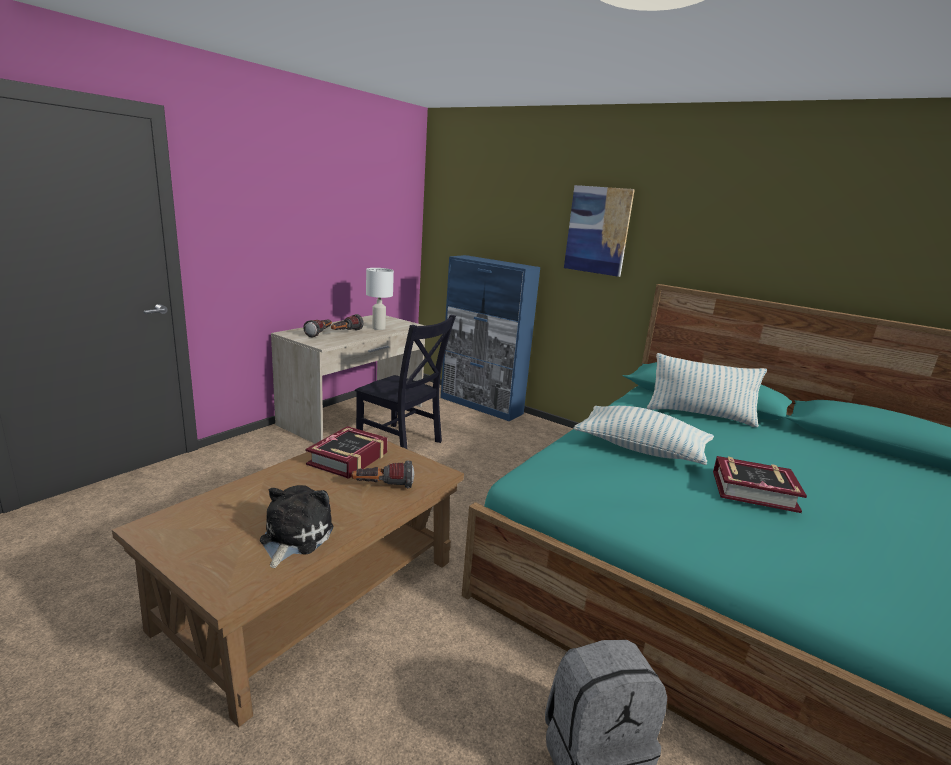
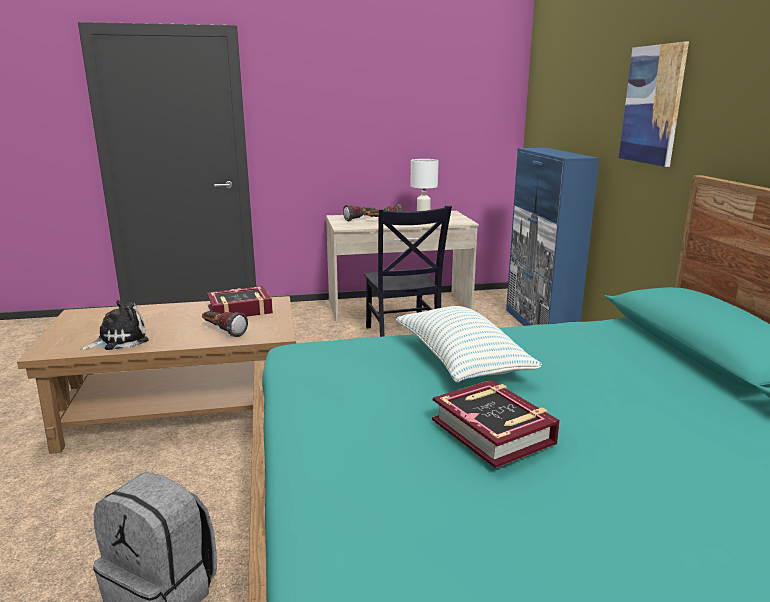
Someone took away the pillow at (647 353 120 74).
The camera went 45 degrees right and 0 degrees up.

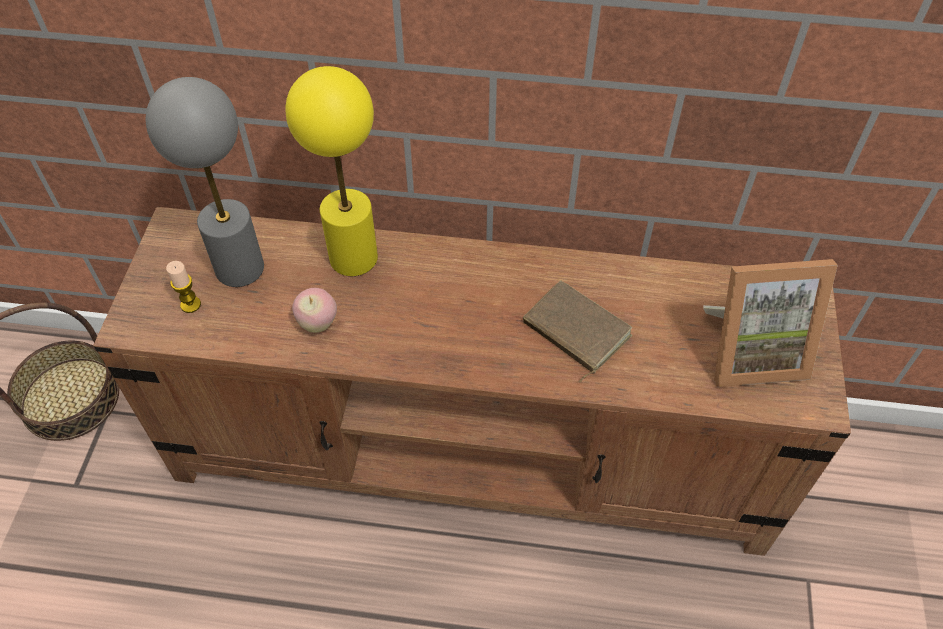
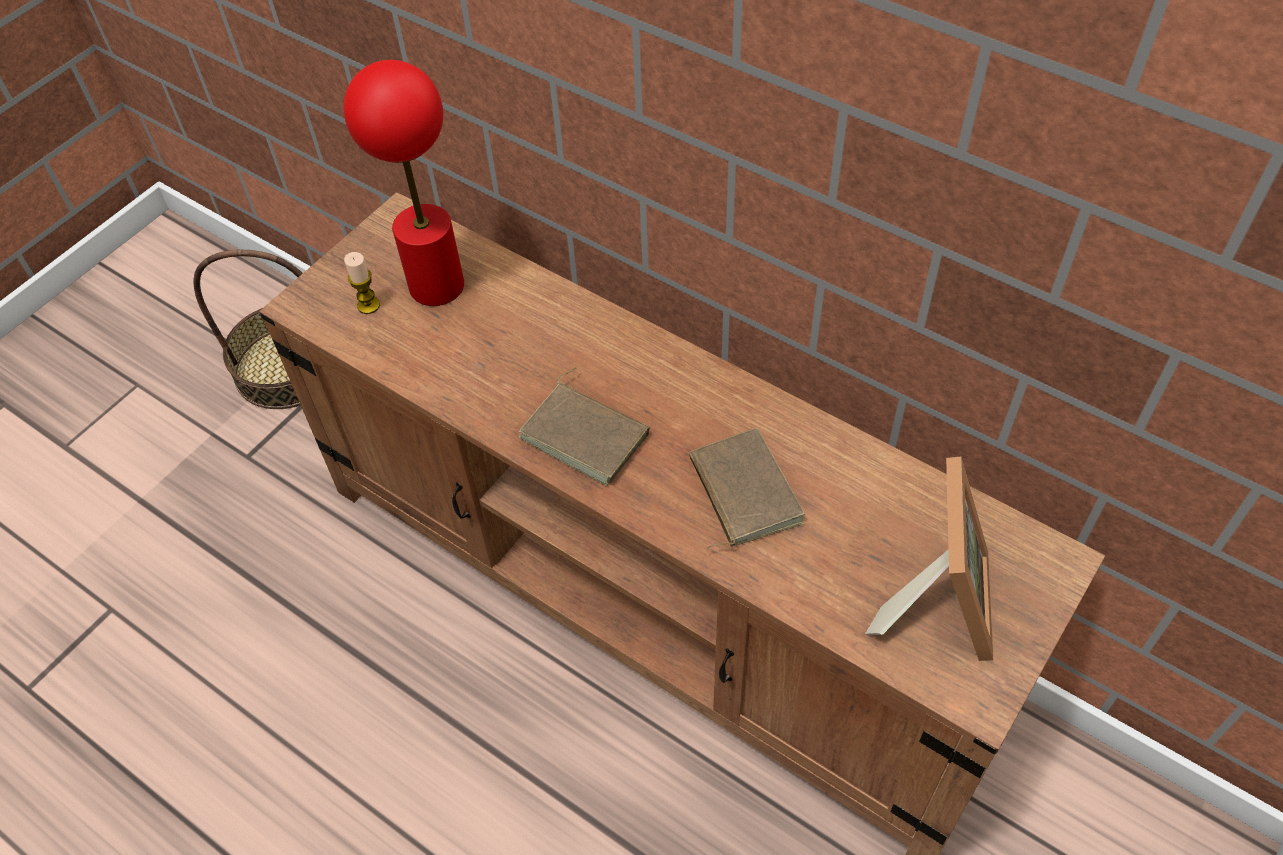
Someone took away the table lamp (yellow) at (285 66 93 210).
Someone repainted the table lamp (grey) at (146 77 118 210), which became the table lamp (red) at (344 60 120 246).
Someone rotated the picture frame at (703 259 135 128) by 105 degrees counterclockwise.
Someone took away the apple at (292 288 45 45).
Someone put down the book (brown) at (519 367 131 119).
The camera went 30 degrees right and 0 degrees up.

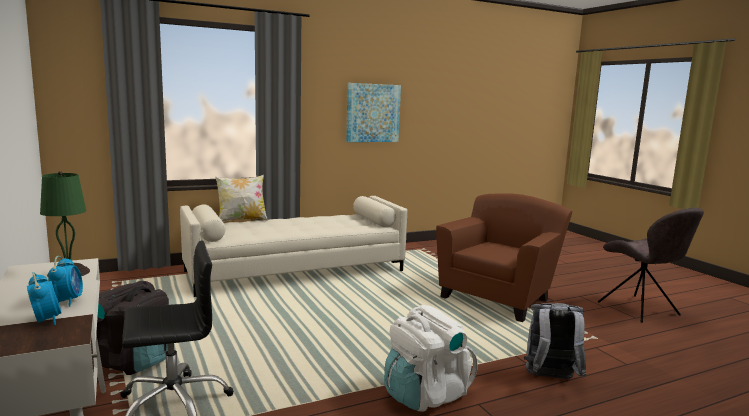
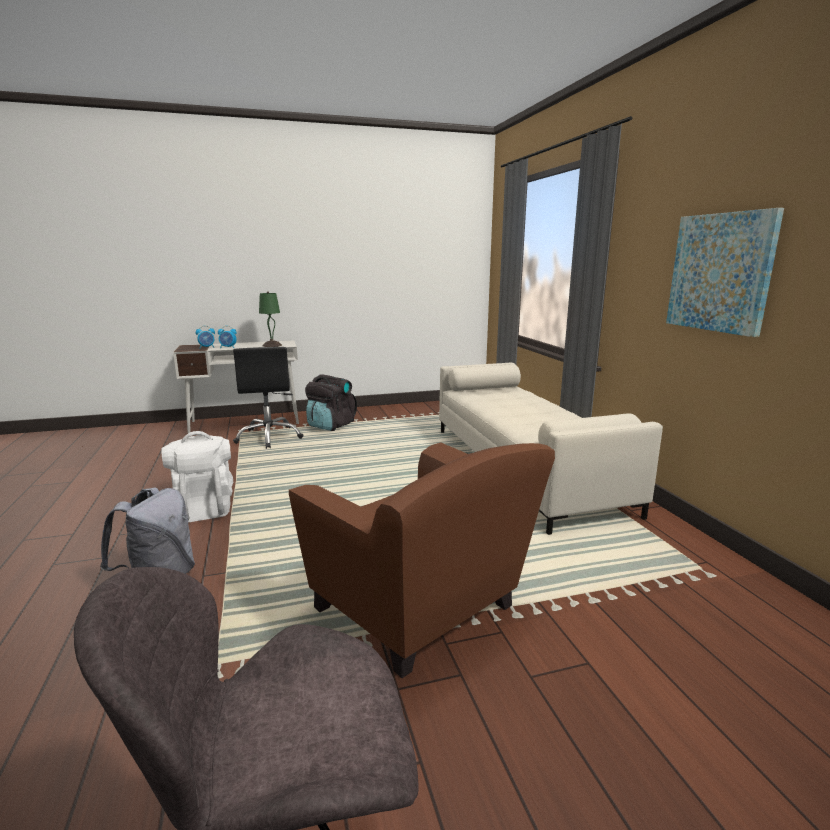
Someone took away the pillow at (215 175 53 47).
The camera went 100 degrees right and 5 degrees up.

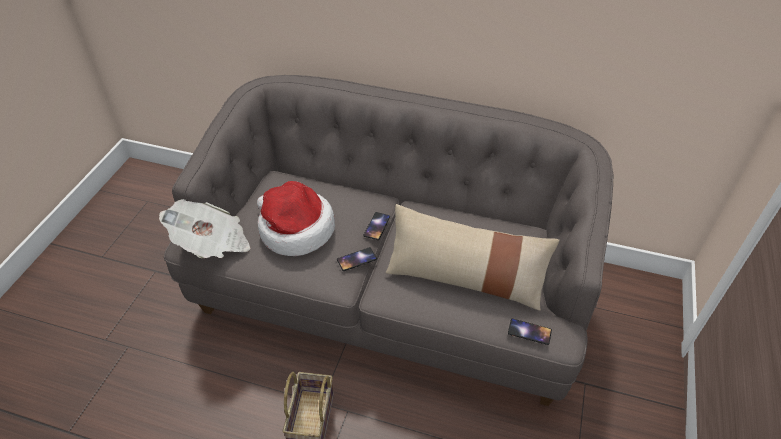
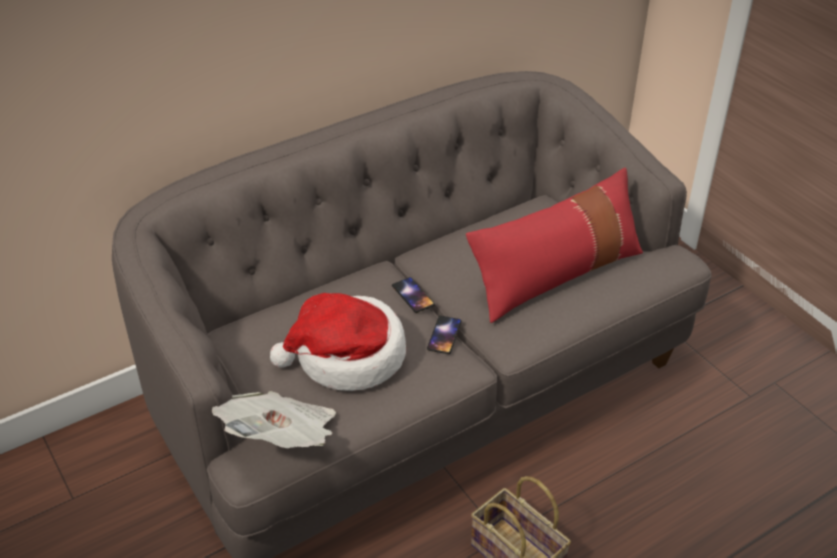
Someone repainted the pillow (beige) at (386 204 173 107), which became the pillow (red) at (466 168 177 155).
Someone took away the phone at (508 319 44 26).
The camera went 50 degrees left and 5 degrees down.

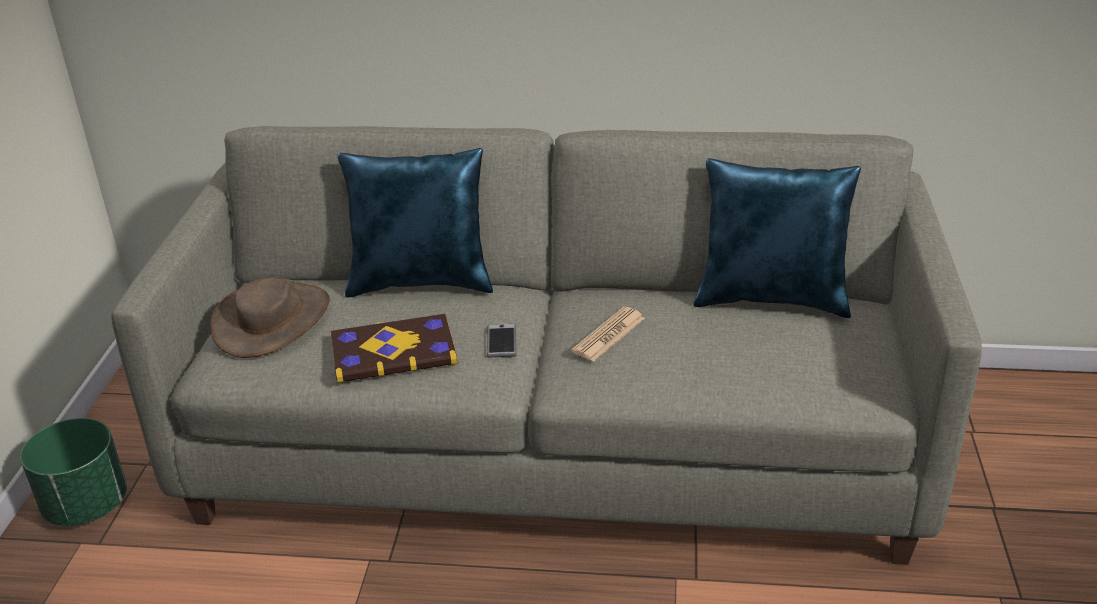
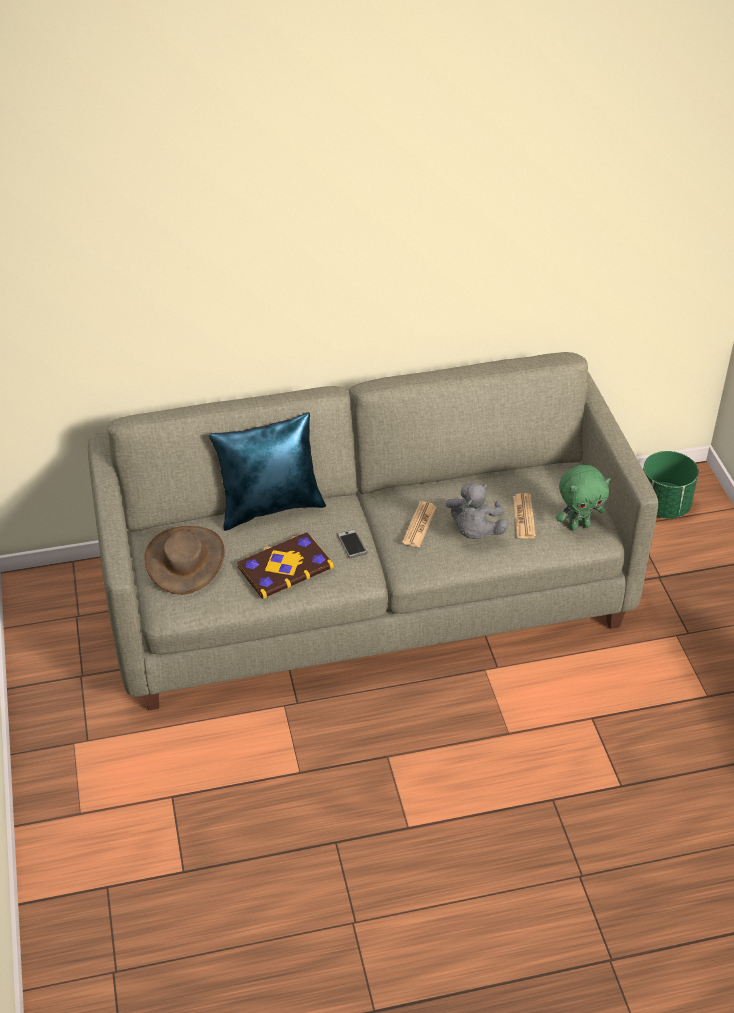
Someone took away the pillow (blue) at (694 158 167 160).
Someone carried the planter (green) from (20 418 107 108) to (643 451 56 67).
Someone put down the plush toy (green) at (556 465 55 66).
Someone put down the plush toy (grey) at (446 483 62 56).
Someone put down the newspaper at (513 493 23 45).
The camera went 20 degrees left and 10 degrees up.

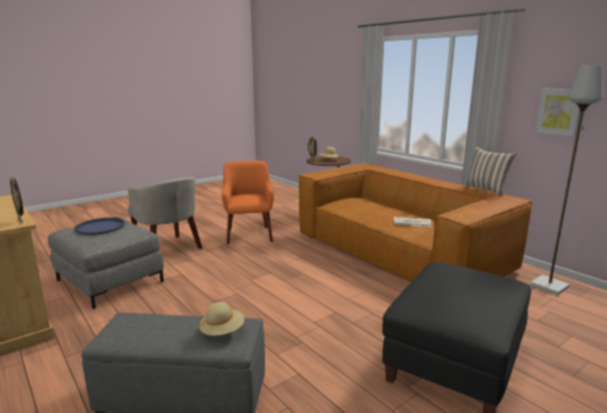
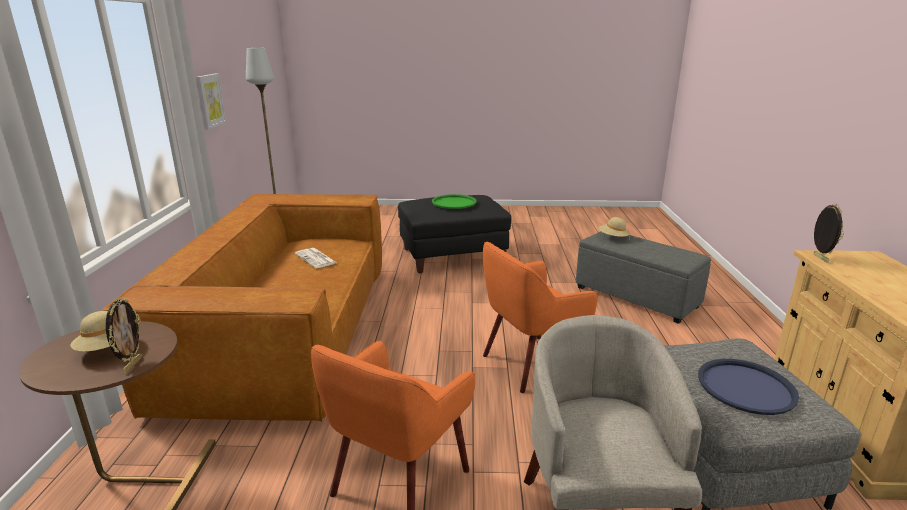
Someone took away the pillow at (464 147 53 49).
Someone put down the tray (green) at (432 194 45 15).
Someone put down the armchair (orange) at (483 242 115 151).
The camera went 140 degrees left and 5 degrees up.

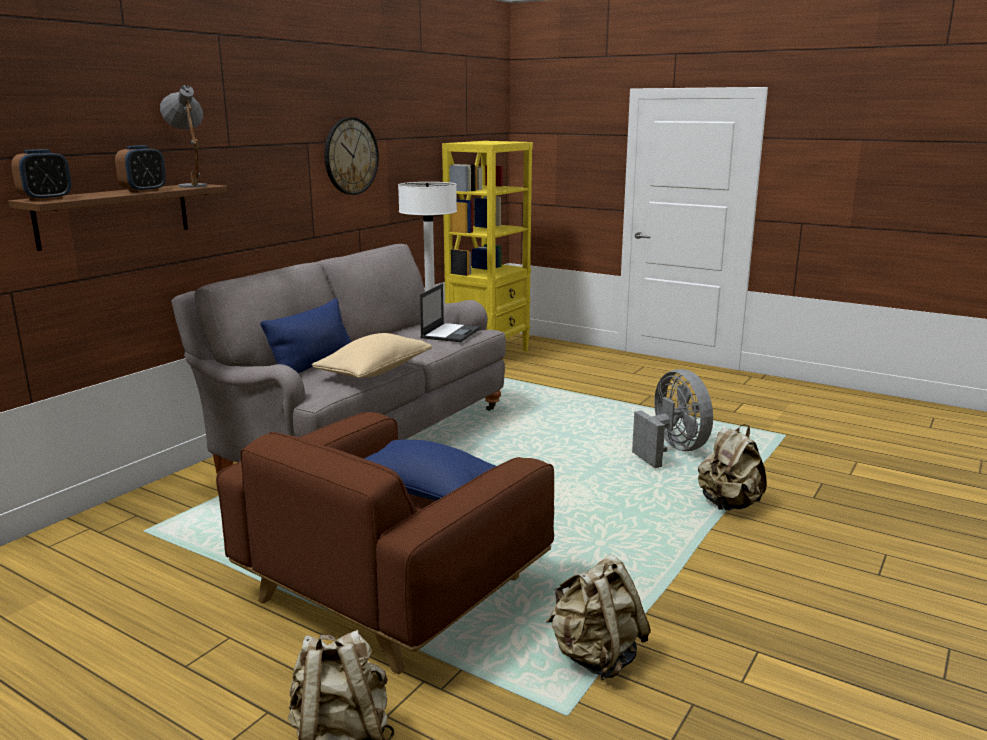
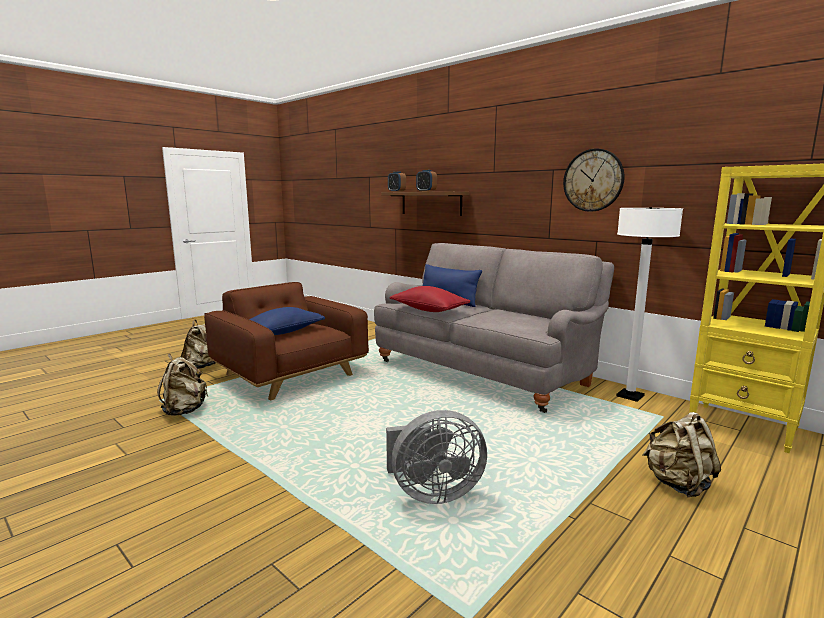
Someone took away the table lamp (grey) at (160 85 47 103).
Someone took away the laptop at (420 283 61 59).
Someone repainted the pillow (beige) at (312 333 120 45), which became the pillow (red) at (390 286 80 26).
Someone carried the backpack (beige) from (698 424 68 87) to (642 412 79 85).
The camera went 100 degrees right and 5 degrees down.

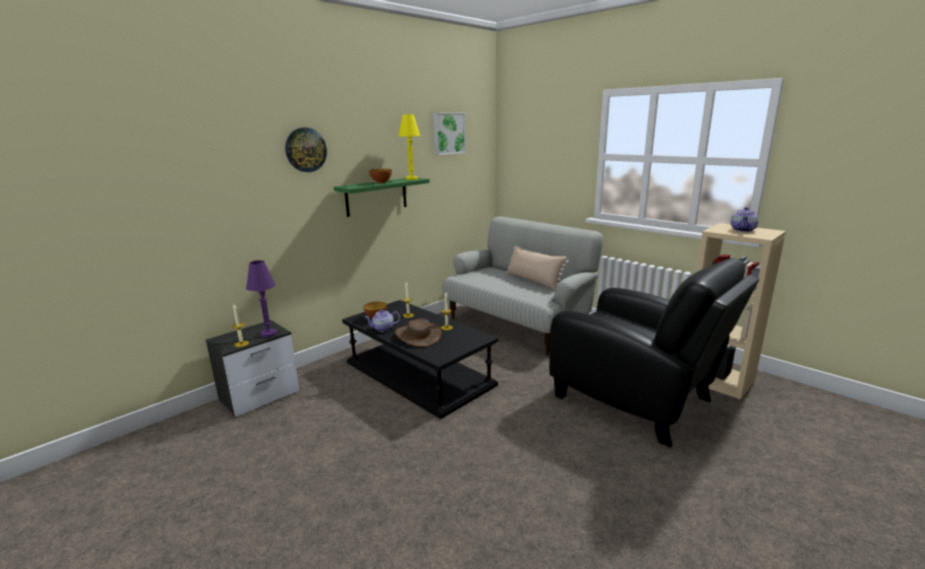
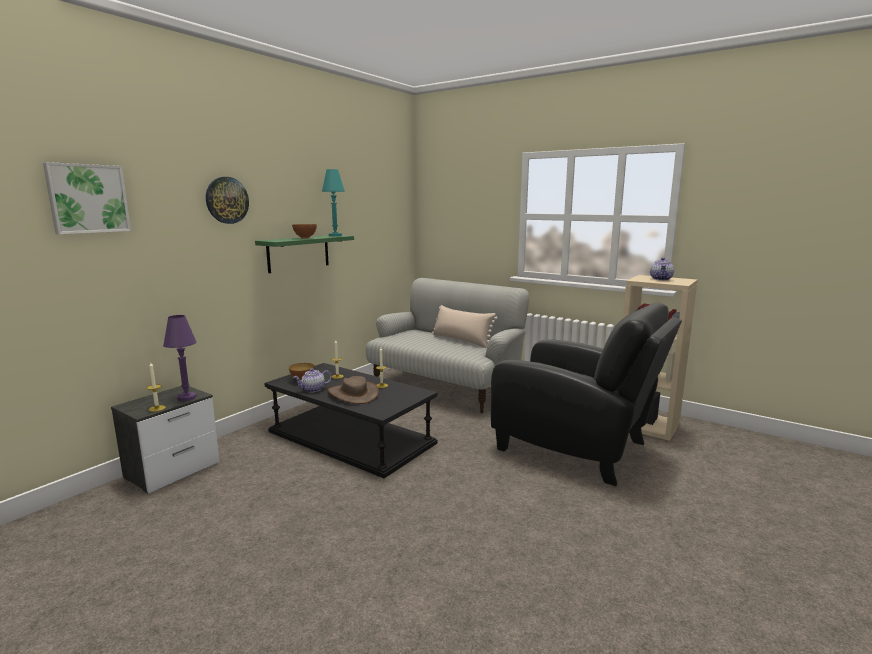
Someone carried the picture from (433 113 33 42) to (43 162 88 72).
Someone repainted the table lamp (yellow) at (398 114 22 66), which became the table lamp (turquoise) at (322 169 23 67).
The camera went 10 degrees left and 5 degrees down.

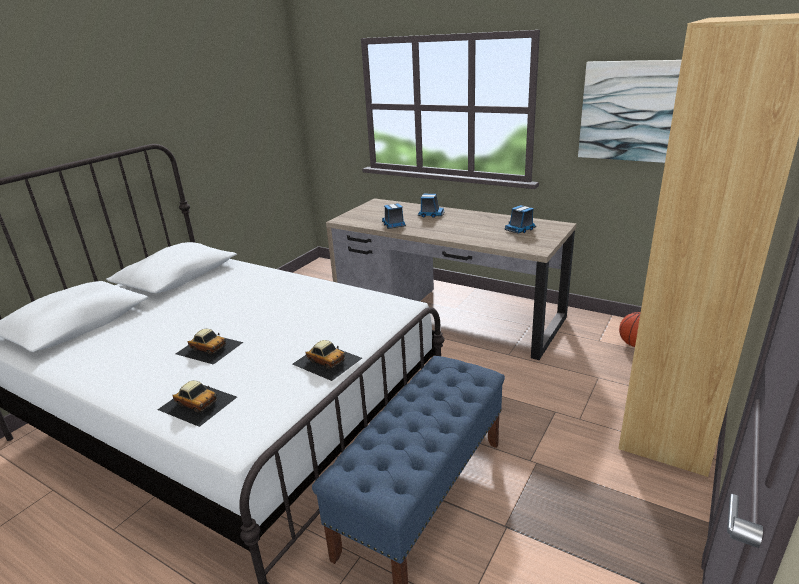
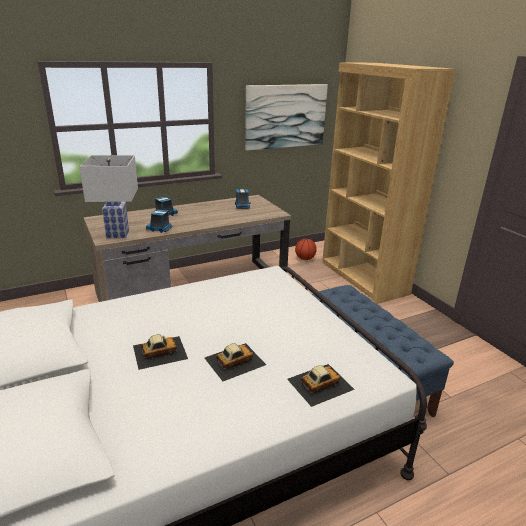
Someone carried the toy car from (292 340 70 41) to (133 334 55 36).
Someone put down the table lamp (white) at (79 155 59 84).
The camera went 60 degrees left and 0 degrees up.

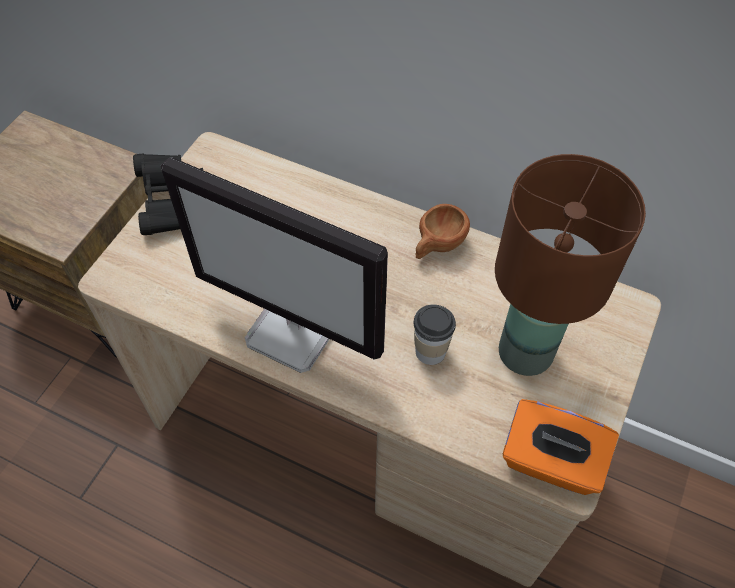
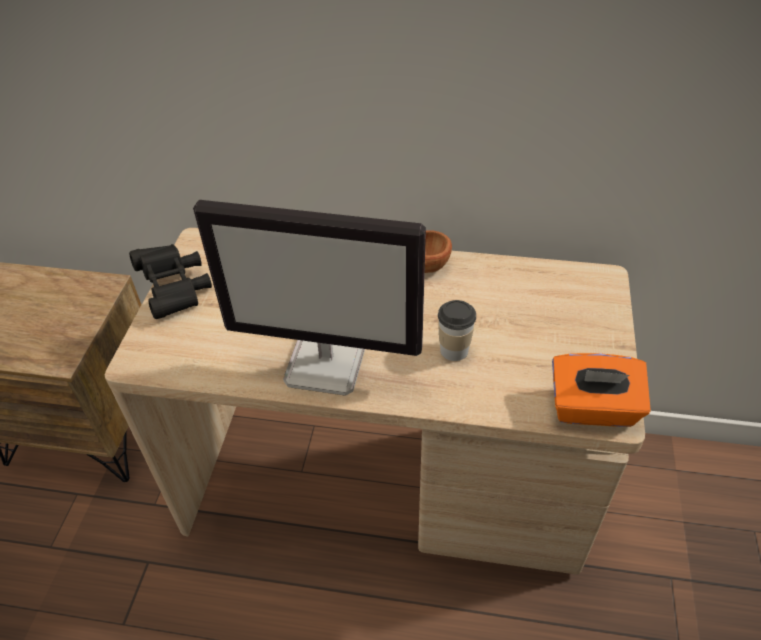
Someone took away the table lamp (brown) at (495 154 151 222).
The camera went 15 degrees left and 10 degrees down.

